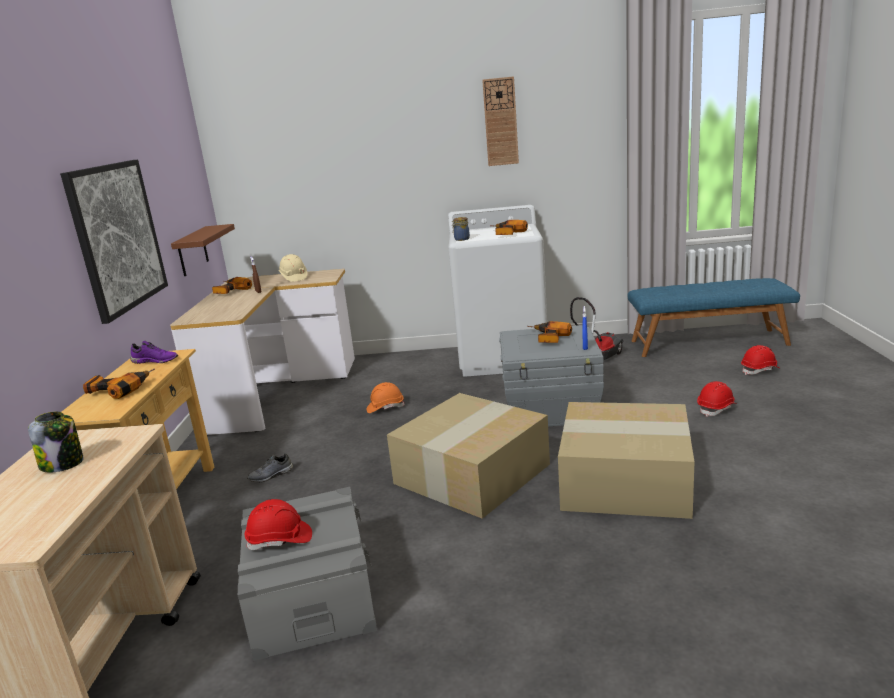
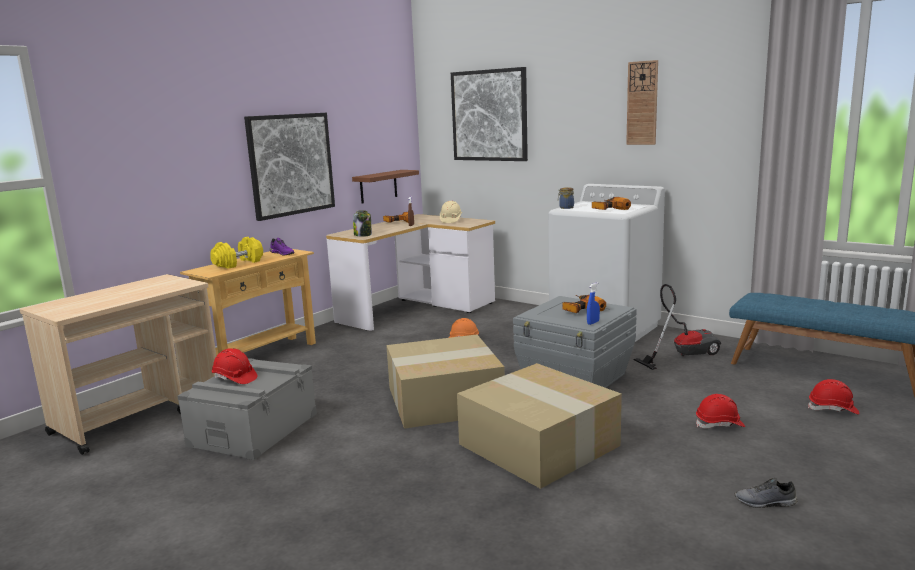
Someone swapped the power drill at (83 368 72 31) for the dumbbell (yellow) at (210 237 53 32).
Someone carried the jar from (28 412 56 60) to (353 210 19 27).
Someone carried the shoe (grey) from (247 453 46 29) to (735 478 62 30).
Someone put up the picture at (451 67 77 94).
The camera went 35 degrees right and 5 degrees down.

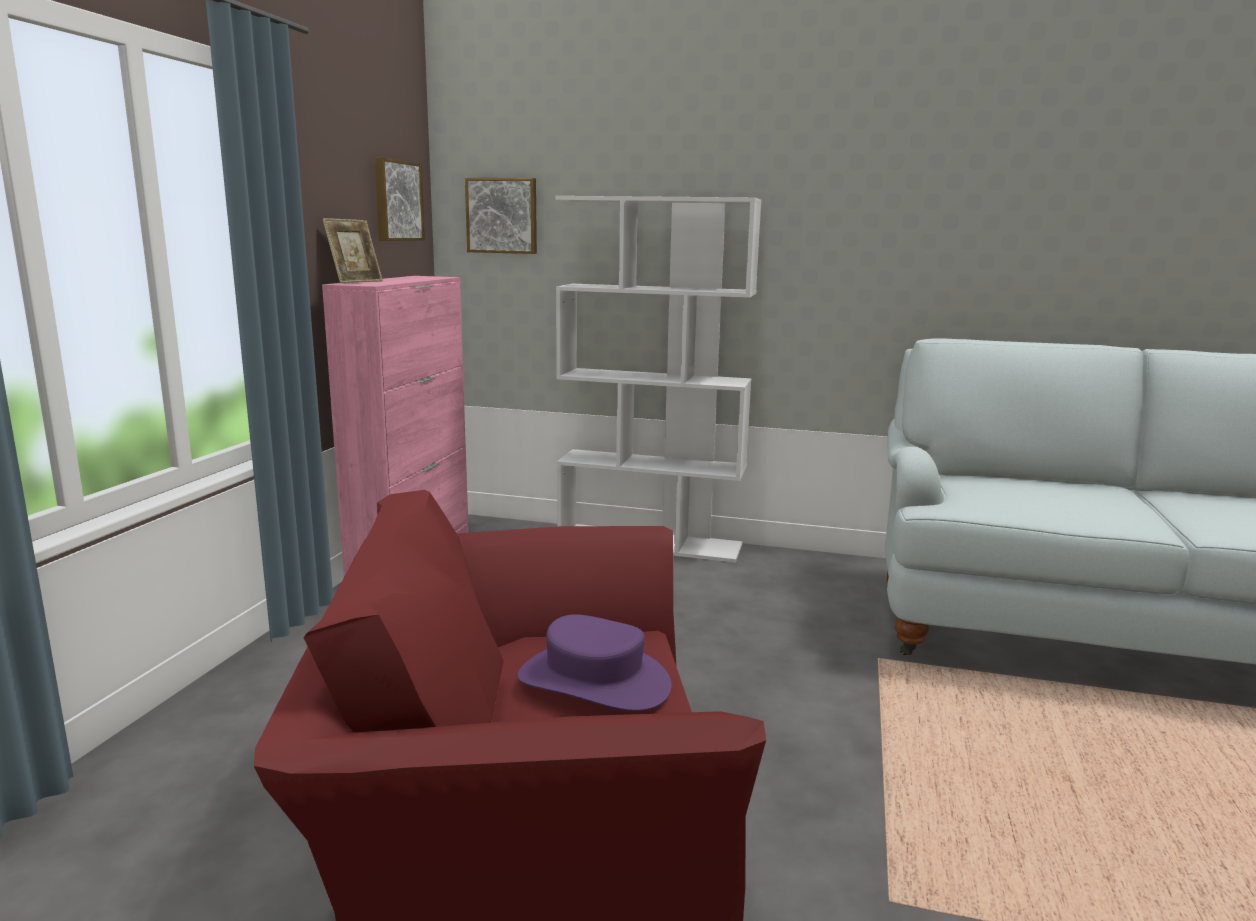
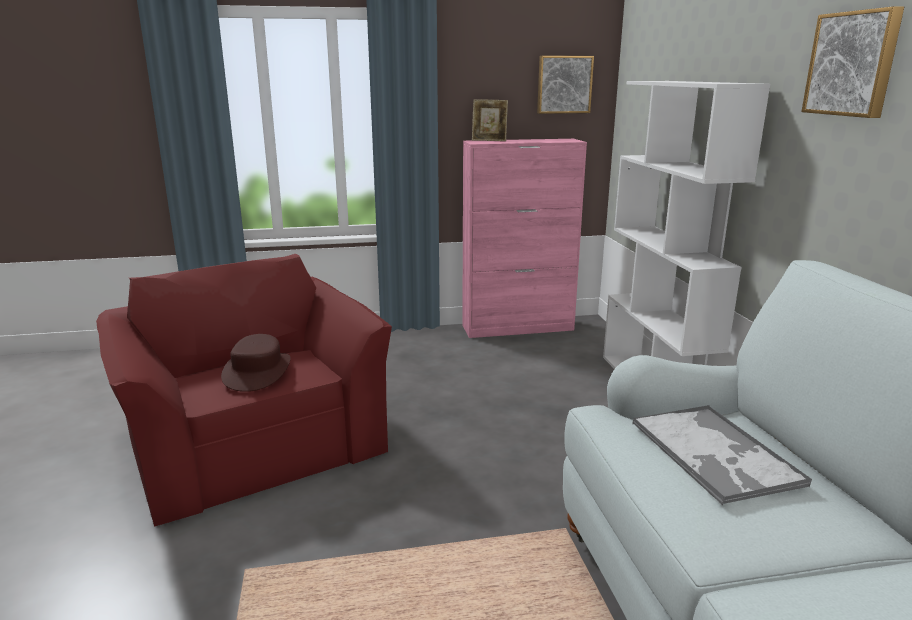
Someone carried the picture from (465 178 72 76) to (801 6 103 112).
Someone repainted the hat (purple) at (518 615 153 96), which became the hat (brown) at (221 334 70 58).
Someone put down the tray at (632 405 180 100).
The camera went 65 degrees right and 5 degrees up.

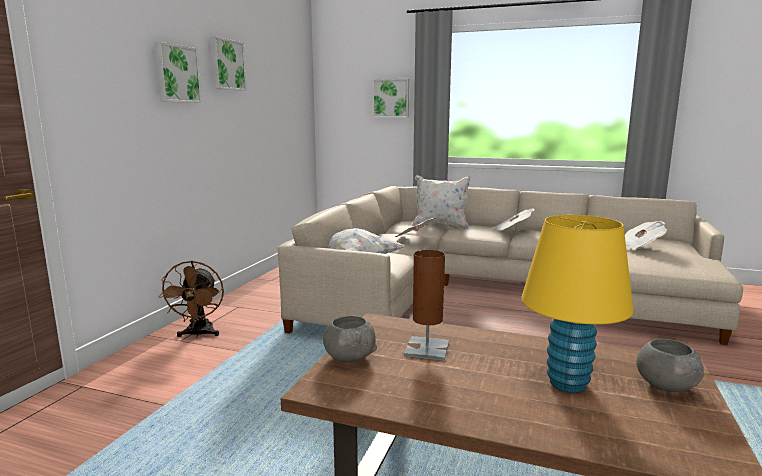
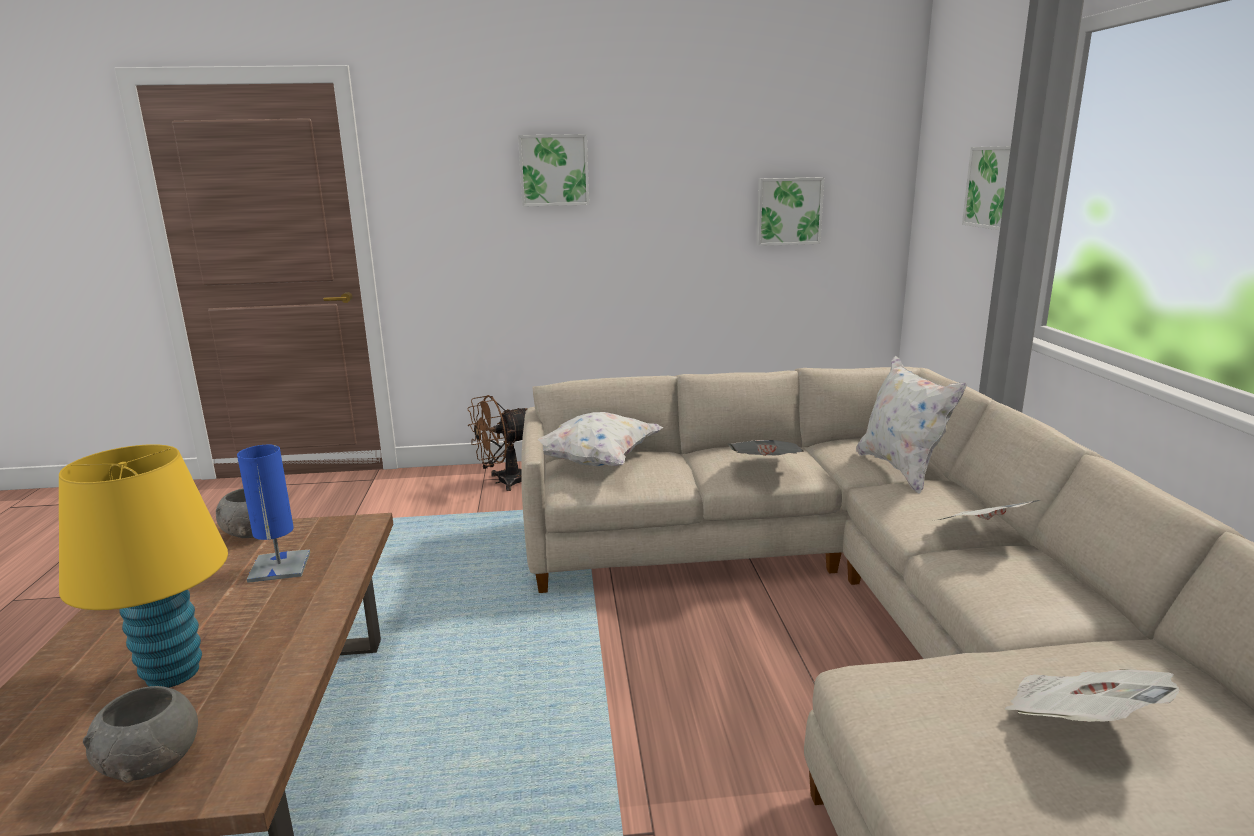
Someone carried the picture from (210 36 37 55) to (756 177 68 69).
Someone repainted the table lamp (brown) at (404 250 45 110), which became the table lamp (blue) at (237 445 73 138).
The camera went 65 degrees right and 5 degrees up.

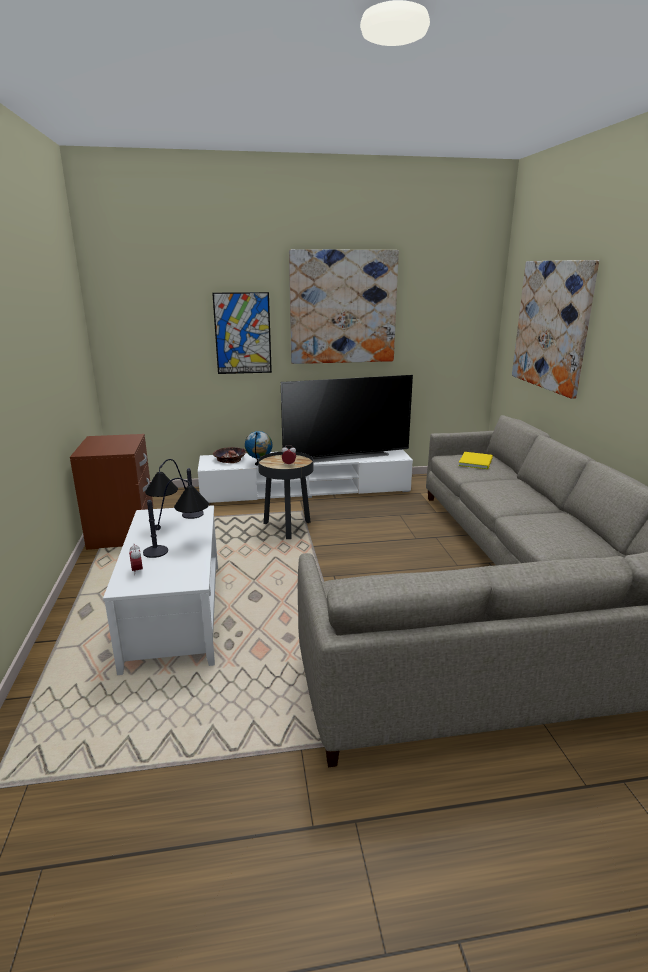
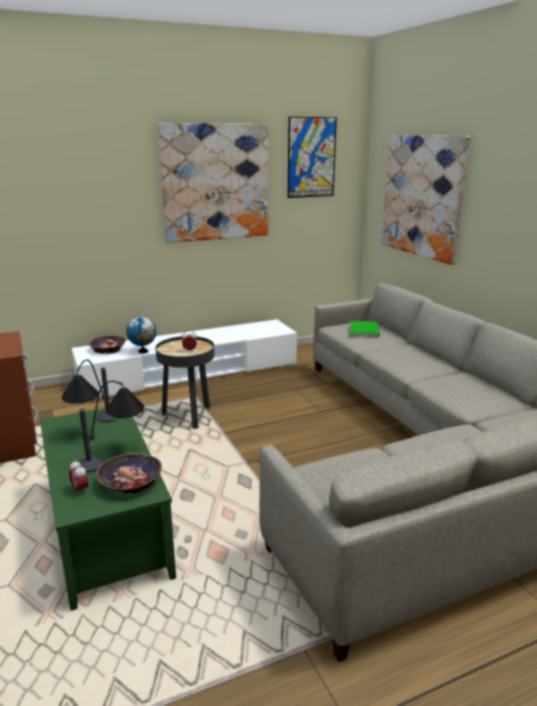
Someone carried the picture from (212 292 60 82) to (288 117 49 81).
Someone took away the television at (281 375 132 88).
Someone repainted the book (yellow) at (459 452 34 17), which became the book (green) at (350 321 30 16).
Someone repainted the coffee table (white) at (103 505 115 170), which became the coffee table (green) at (40 408 136 203).
Someone put down the bowl at (96 453 66 40).
The camera went 15 degrees left and 0 degrees up.

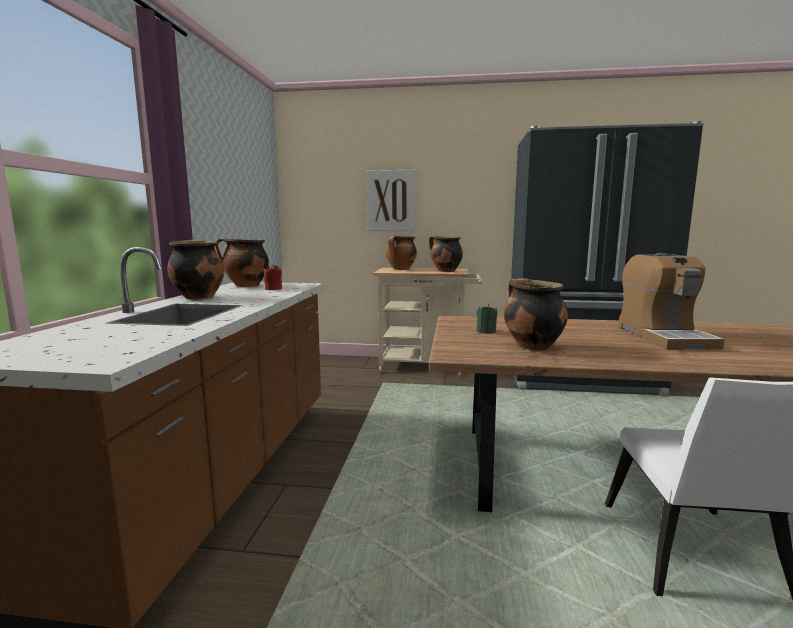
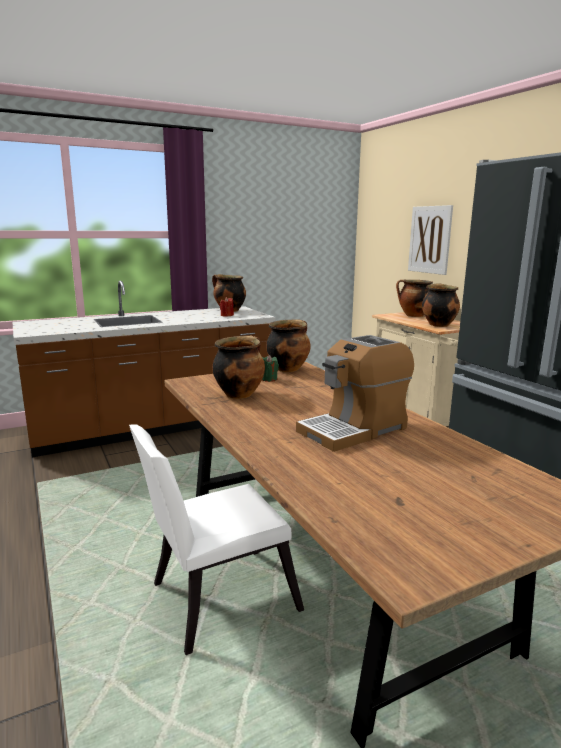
Someone carried the cooking pot from (167 239 57 61) to (266 319 45 53).
The camera went 55 degrees right and 5 degrees up.

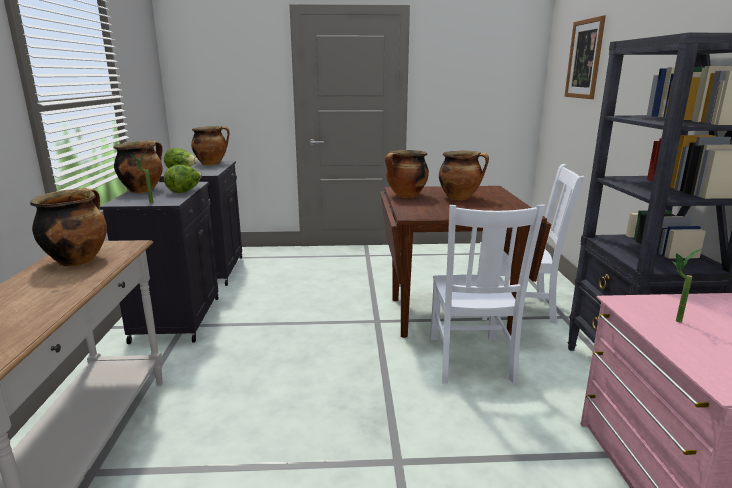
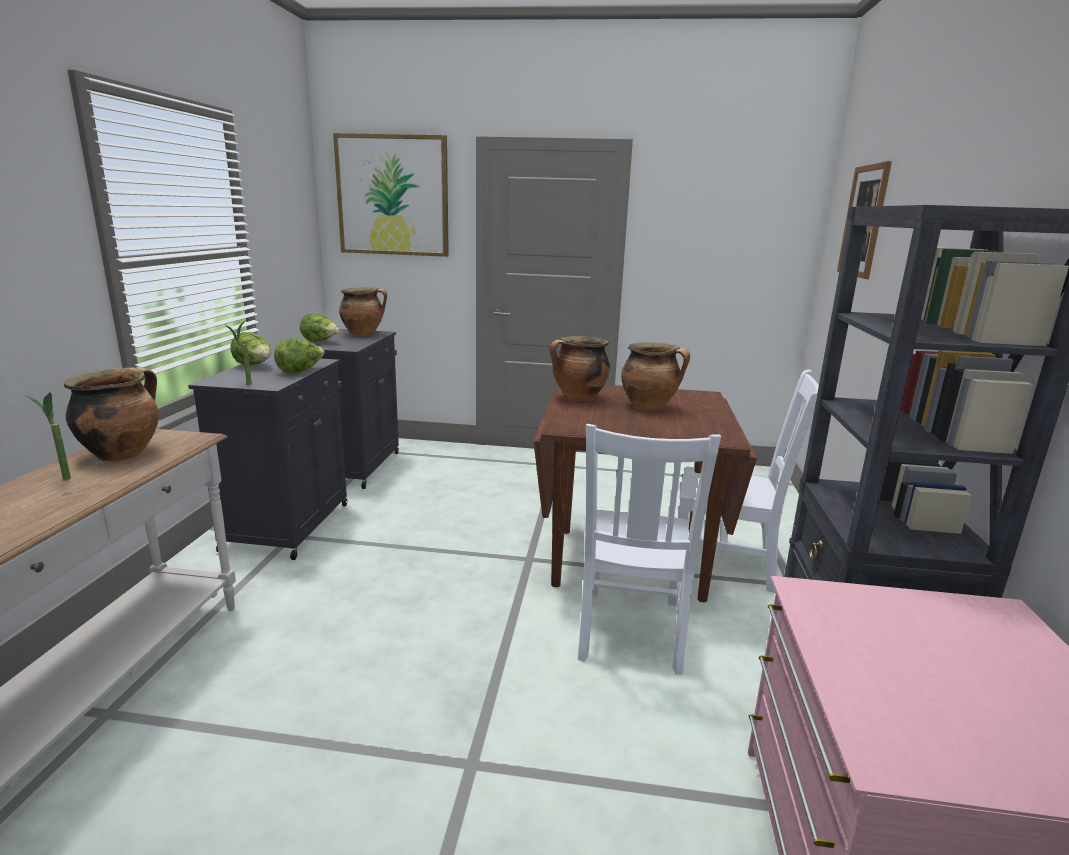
Someone swapped the cooking pot at (113 141 50 52) for the lettuce at (230 332 41 34).
Someone carried the potted plant from (672 249 29 74) to (26 392 45 88).
Someone put up the picture at (333 133 116 124).
The camera went 10 degrees right and 0 degrees up.

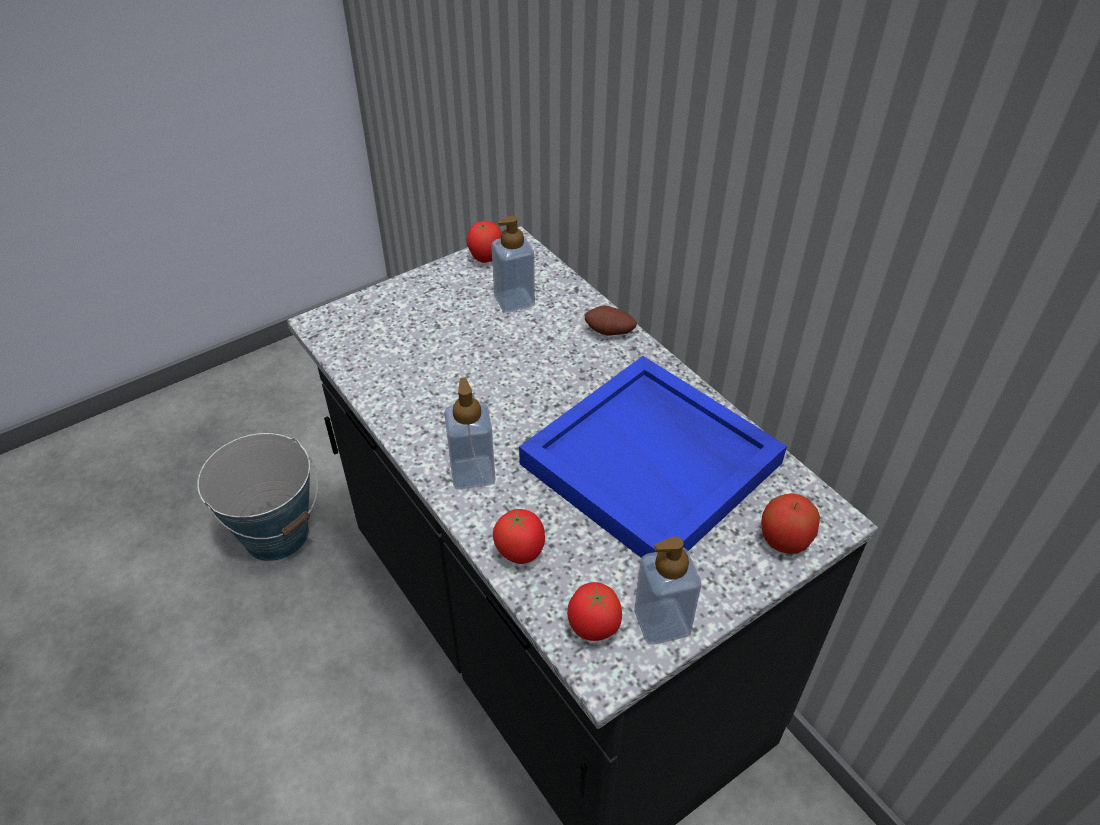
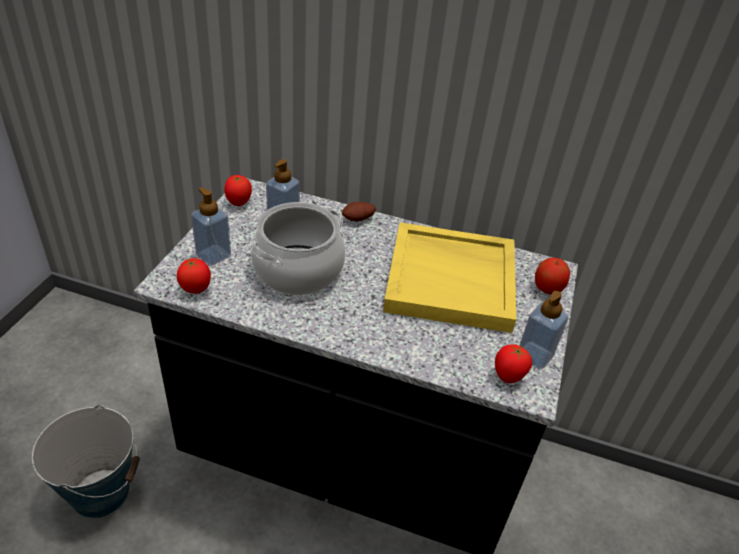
Someone repainted the tray (blue) at (519 356 268 201), which became the tray (yellow) at (383 222 133 111).
Someone carried the soap dispenser from (444 377 51 112) to (191 187 40 79).
Someone carried the tomato from (493 509 52 55) to (177 258 34 36).
Someone put down the cooking pot at (251 202 94 93).
The camera went 40 degrees left and 5 degrees down.

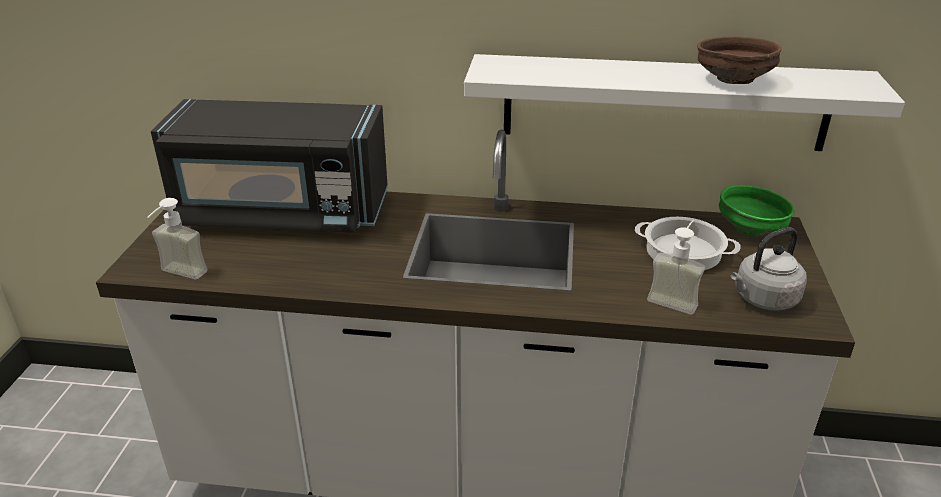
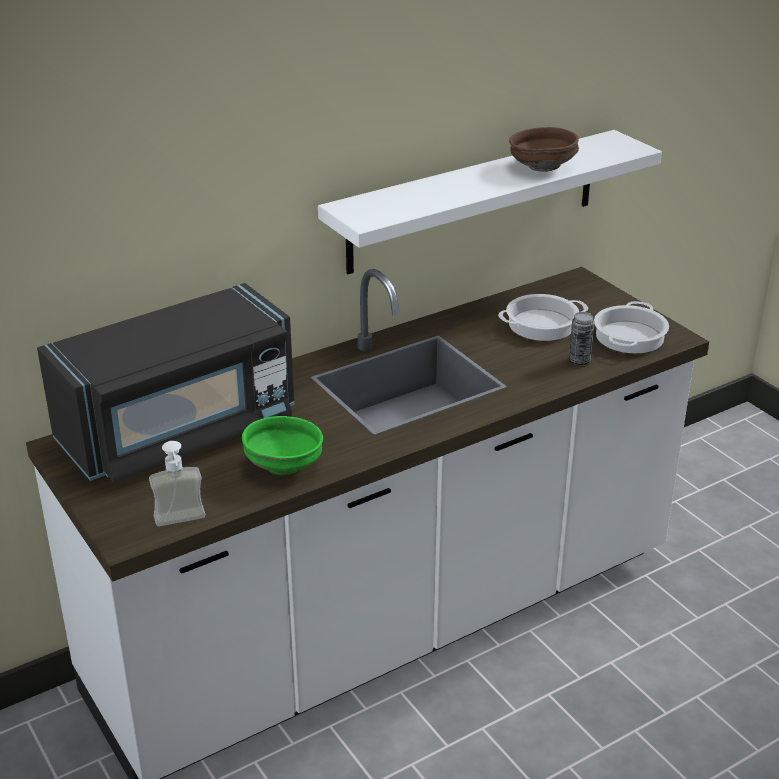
Someone carried the bowl (green) from (719 185 76 52) to (242 416 81 59).
Someone swapped the soap dispenser at (647 219 58 96) for the can at (569 312 25 53).
Someone swapped the kettle (grey) at (730 227 77 83) for the cooking pot at (594 301 75 52).
The camera went 40 degrees left and 0 degrees up.

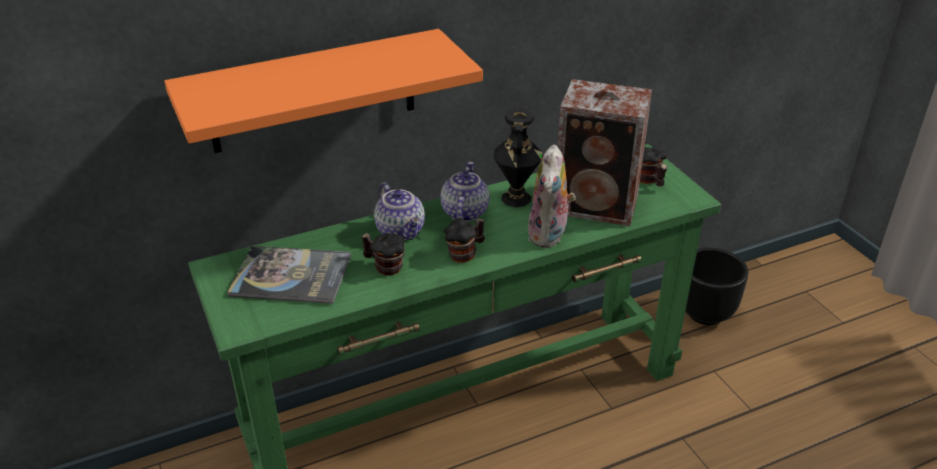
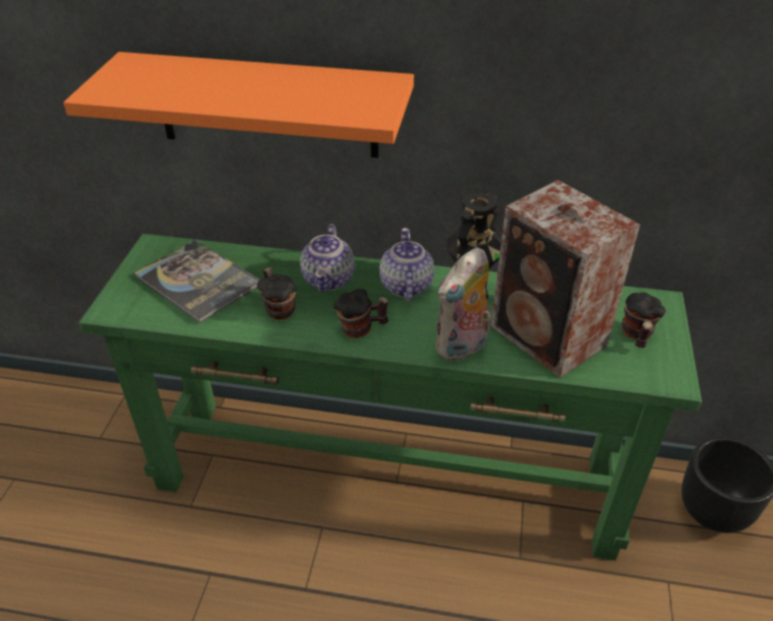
Someone rotated the teapot at (441 162 48 60) by 45 degrees counterclockwise.
The camera went 35 degrees right and 5 degrees up.

